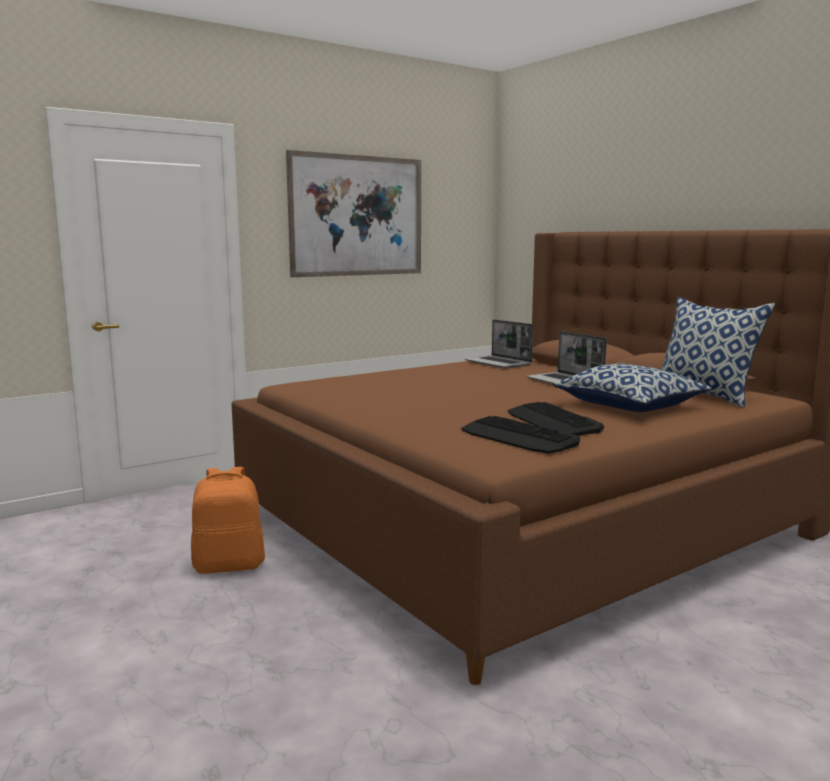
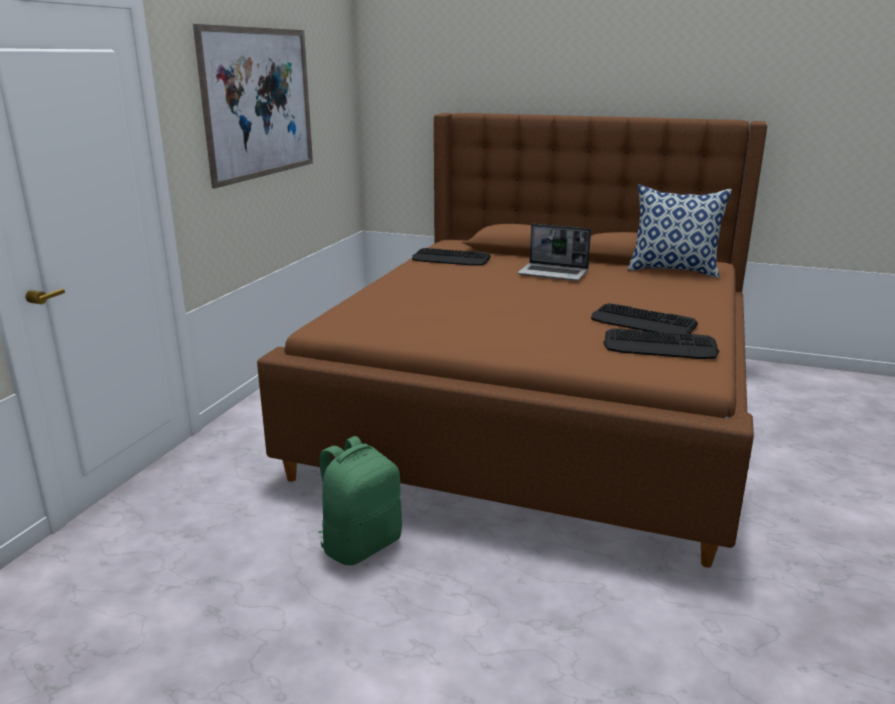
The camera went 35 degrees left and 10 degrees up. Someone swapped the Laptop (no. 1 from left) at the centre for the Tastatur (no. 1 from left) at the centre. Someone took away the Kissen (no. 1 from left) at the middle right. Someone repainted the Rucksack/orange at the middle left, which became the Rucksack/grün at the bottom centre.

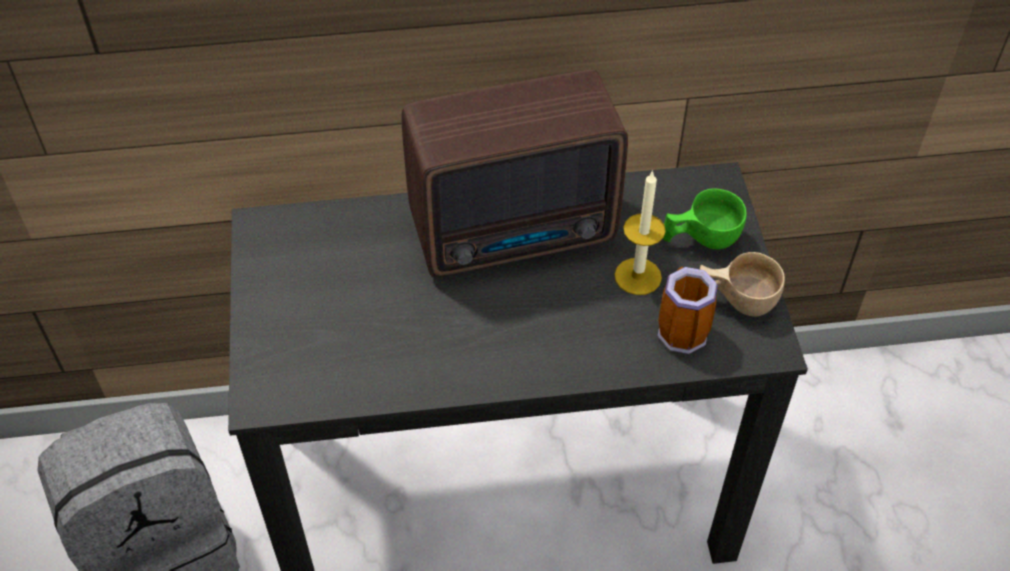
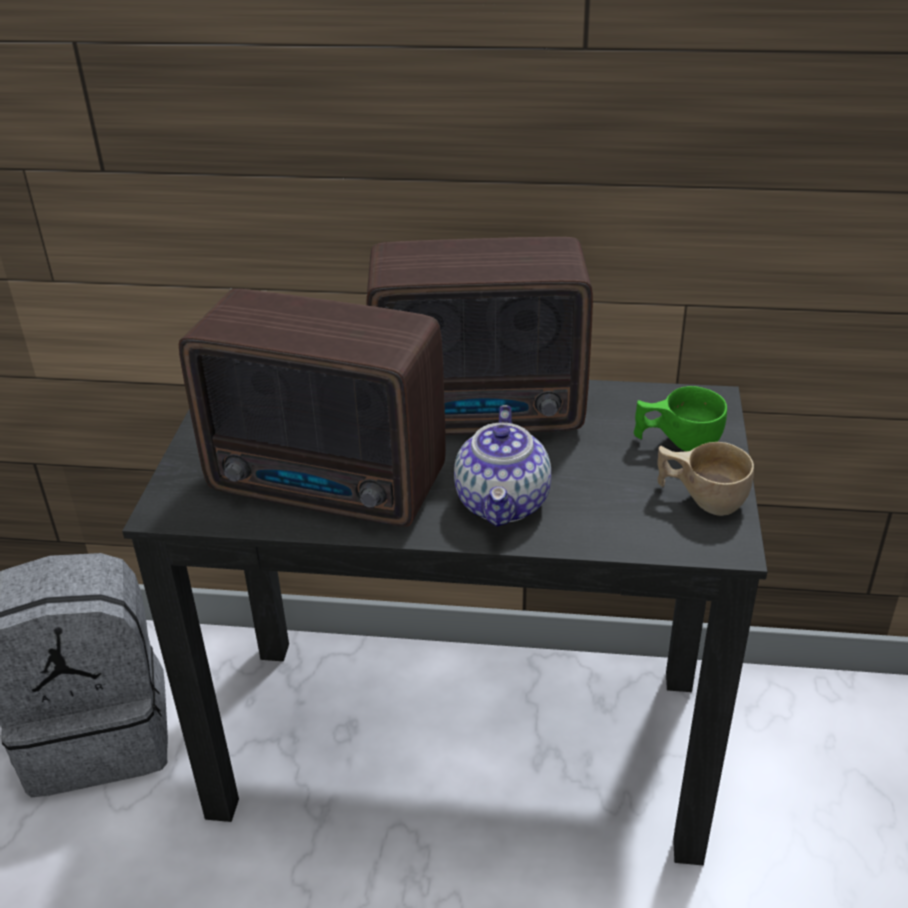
The camera went 15 degrees right and 15 degrees down. Someone took away the Kerze at the centre. Someone took away the Henkelbecher at the middle right. Someone put down the Radio (no. 1 from left) at the centre. Someone put down the Teekanne at the centre.

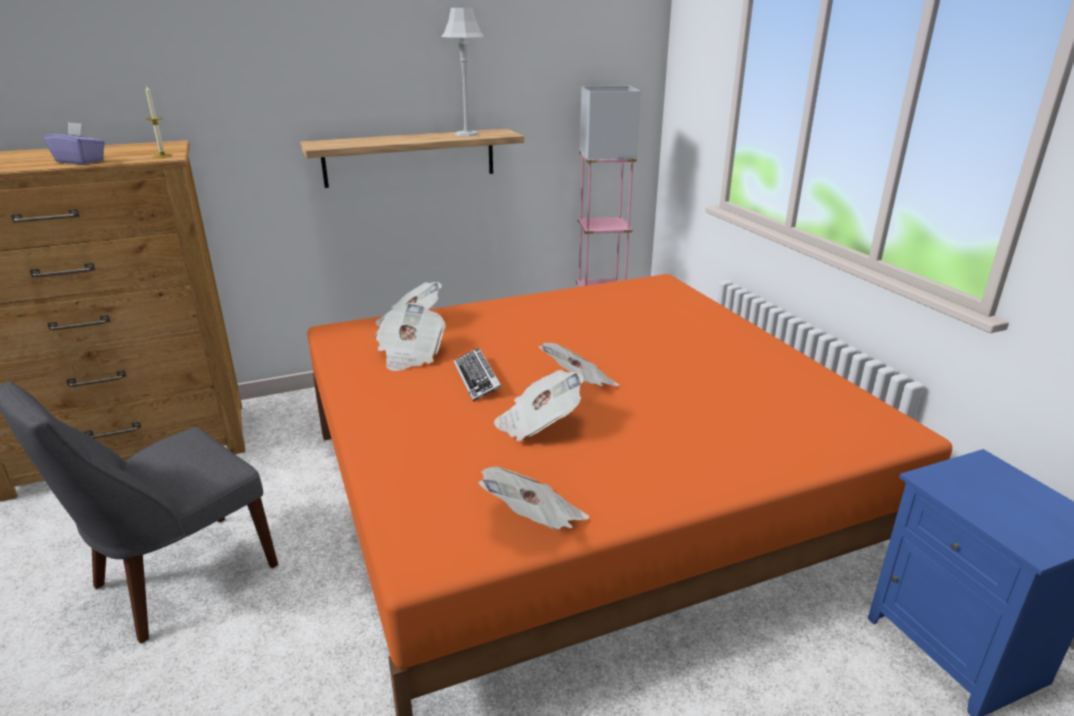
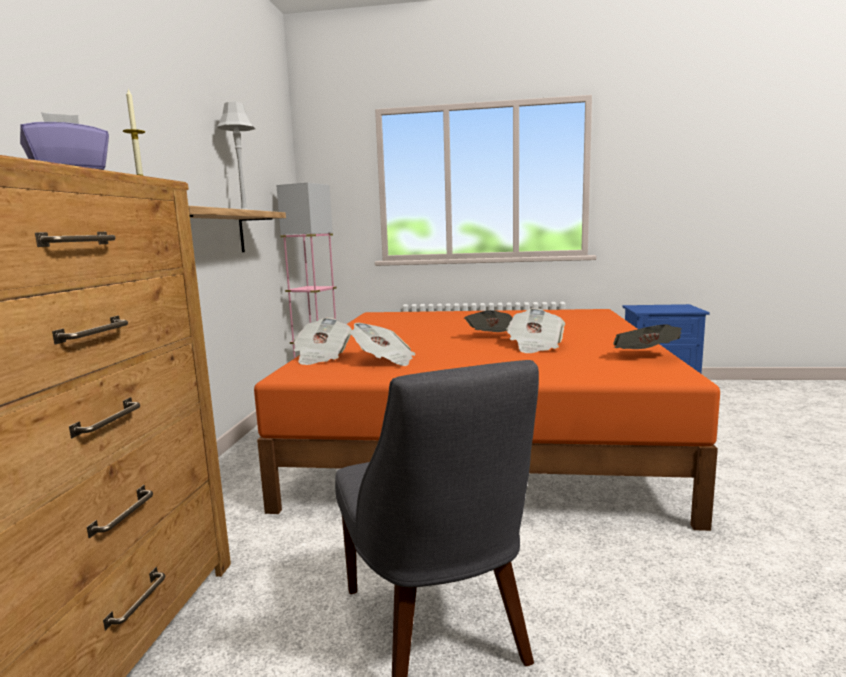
The camera went 60 degrees left and 15 degrees down. Someone took away the Tastatur at the centre.

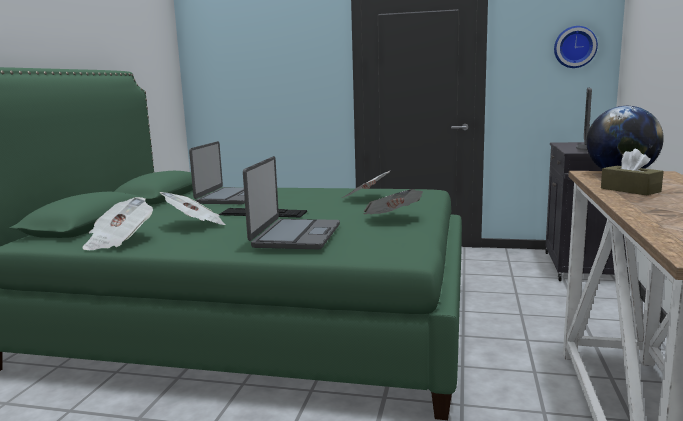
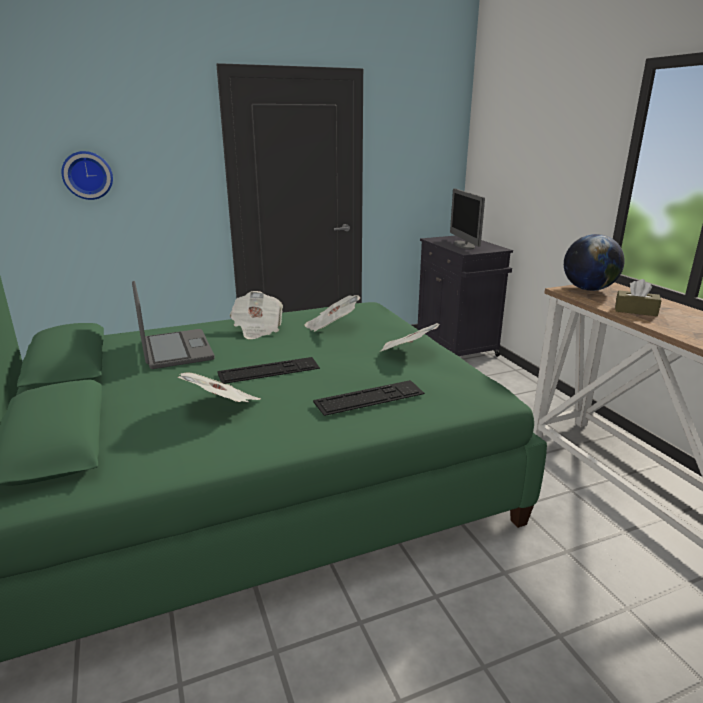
The camera went 35 degrees left and 10 degrees up. Someone carried the Wanduhr from the top right to the top left. Someone swapped the Laptop (no. 2 from left) at the centre for the Tastatur (no. 2 from left) at the centre. Someone carried the Zeitung (no. 1 from left in the first image) from the middle left to the centre.

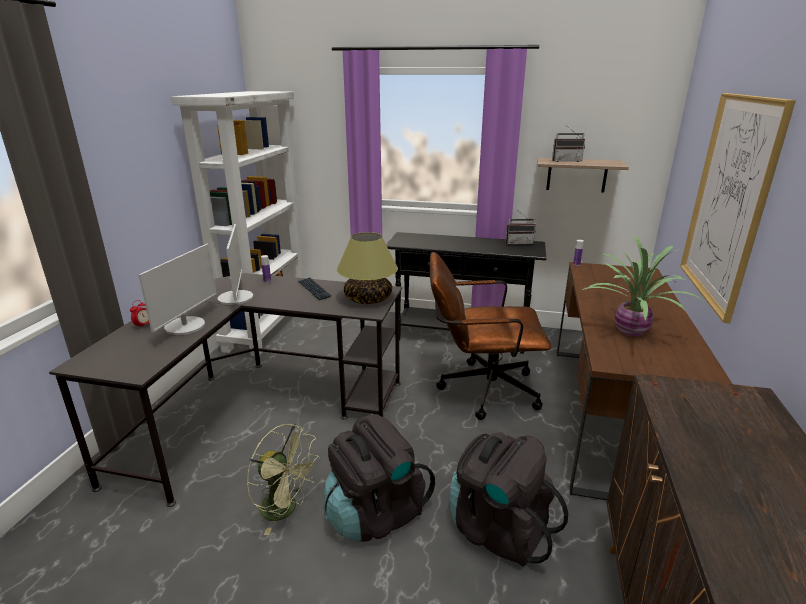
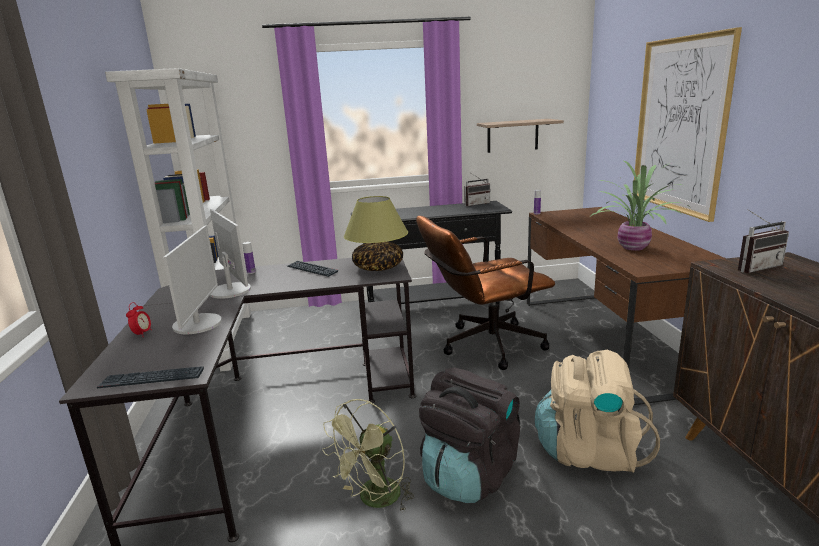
The camera went 20 degrees left and 5 degrees down. Someone carried the Radio (no. 2 from left) from the top right to the middle right. Someone rotated the Ventilator/grün at the bottom centre by 120 degrees clockwise. Someone repainted the Rucksack/schwarz (no. 2 from left) at the bottom centre, which became the Rucksack/beige at the bottom right. Someone put down the Tastatur (no. 1 from left) at the bottom left.

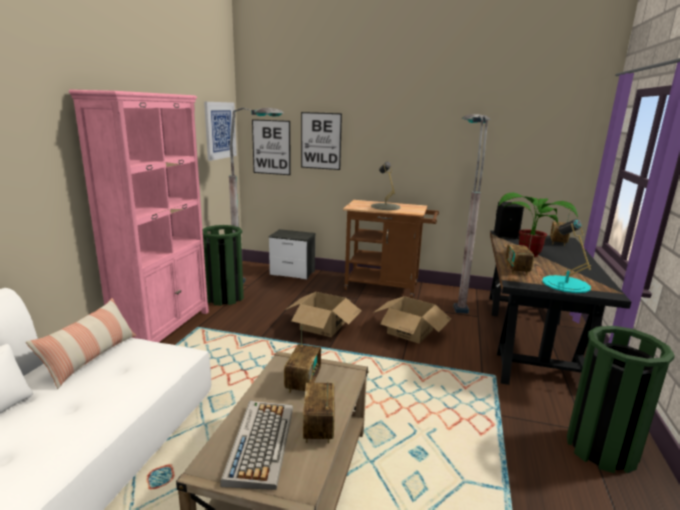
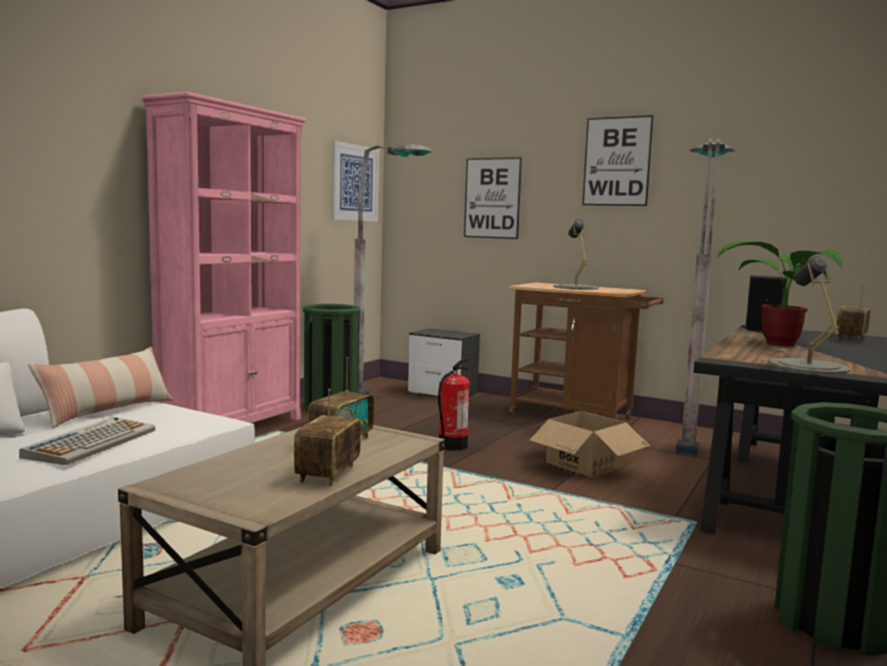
The camera went 15 degrees right and 10 degrees down. Someone carried the Bild (no. 2 from left in the first image) from the top centre to the top right. Someone repainted the Tischlampe/türkis at the middle right, which became the Tischlampe/grau (no. 2 from left) at the middle right. Someone took away the Radio (no. 3 from left) at the middle right. Someone swapped the Karton (no. 1 from left) at the centre for the Feuerlöscher at the centre. Someone carried the Tastatur from the bottom centre to the middle left.

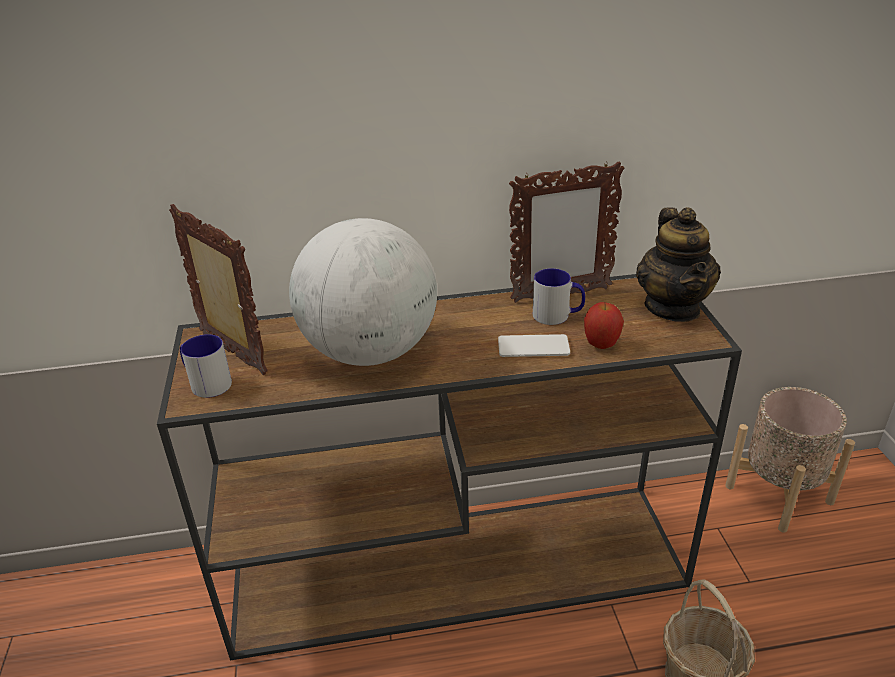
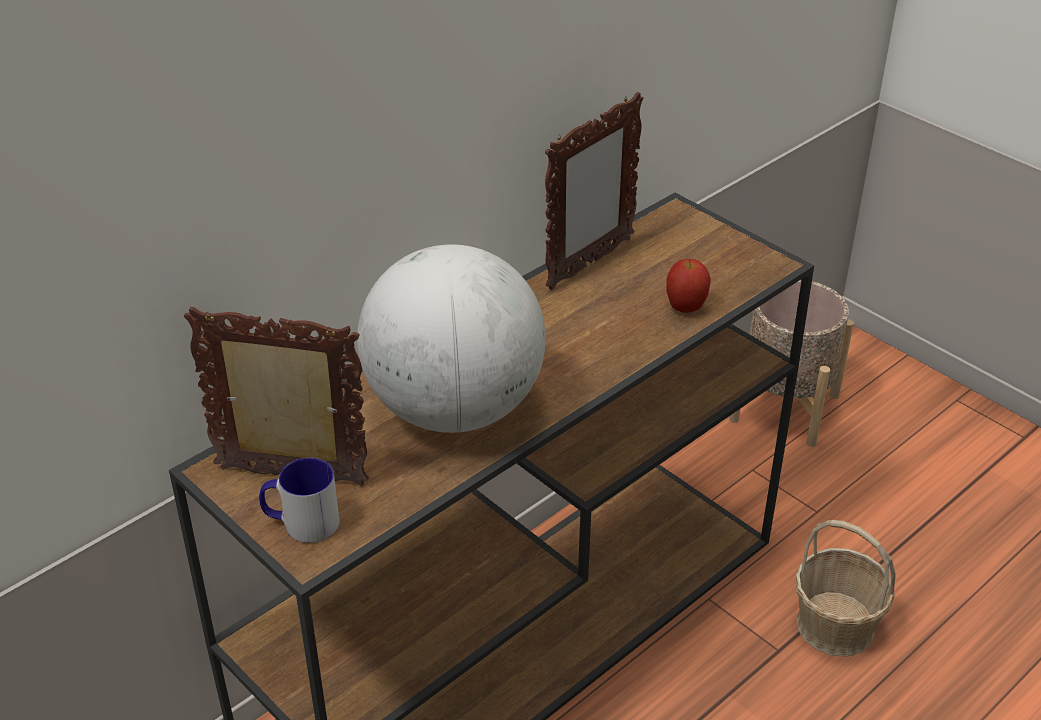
The camera went 35 degrees left and 5 degrees up. Someone took away the Teekanne at the middle right. Someone took away the Henkelbecher (no. 2 from left) at the centre. Someone took away the Handy at the centre.

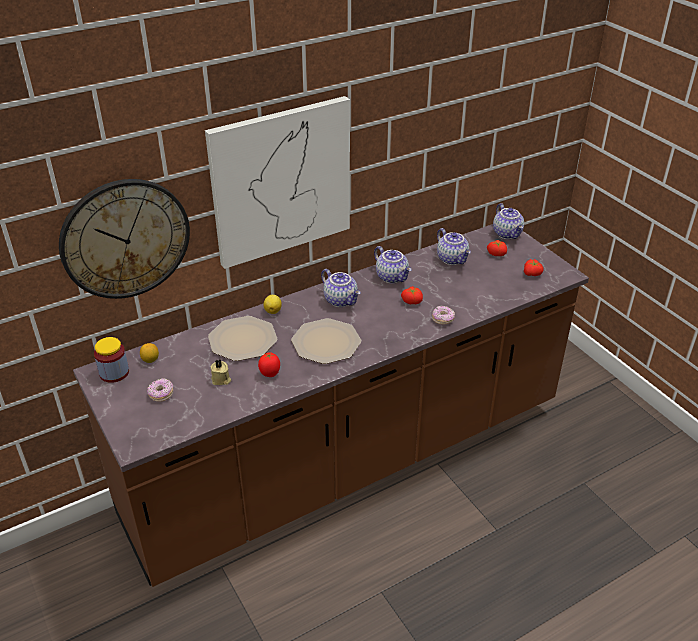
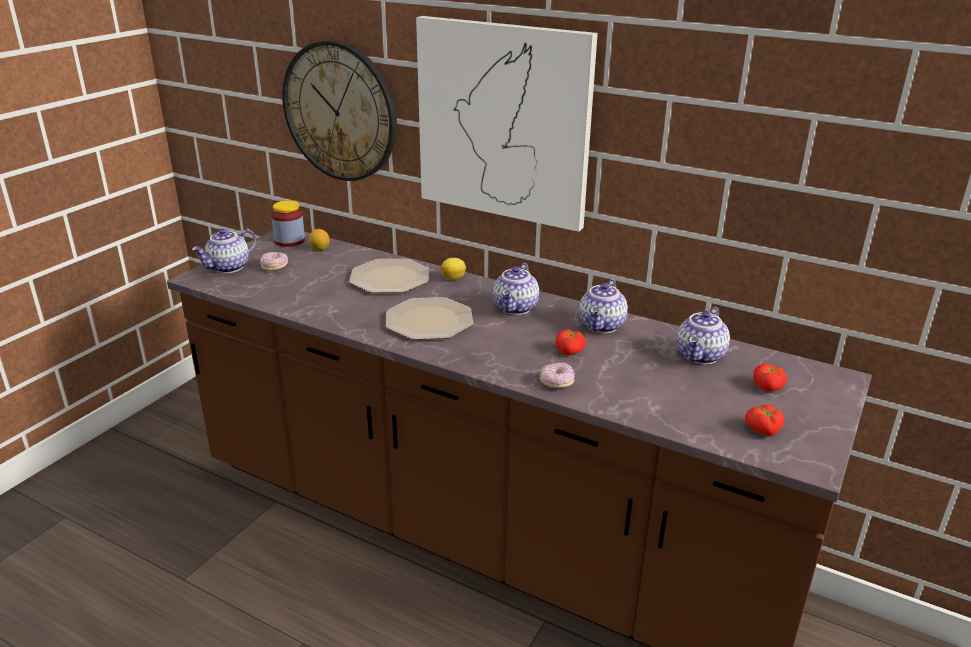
The camera went 60 degrees right and 10 degrees down. Someone carried the Teekanne (no. 4 from left in the first image) from the middle right to the middle left. Someone took away the Tomate (no. 1 from left) at the centre. Someone took away the Kerze/beige at the middle left.

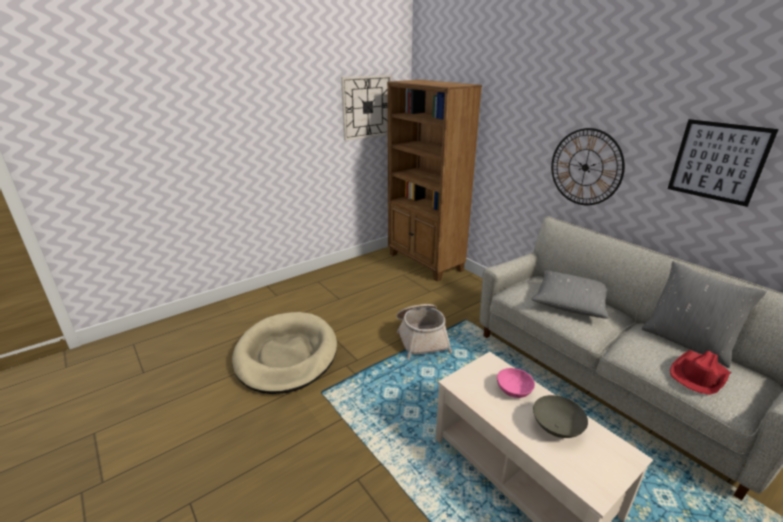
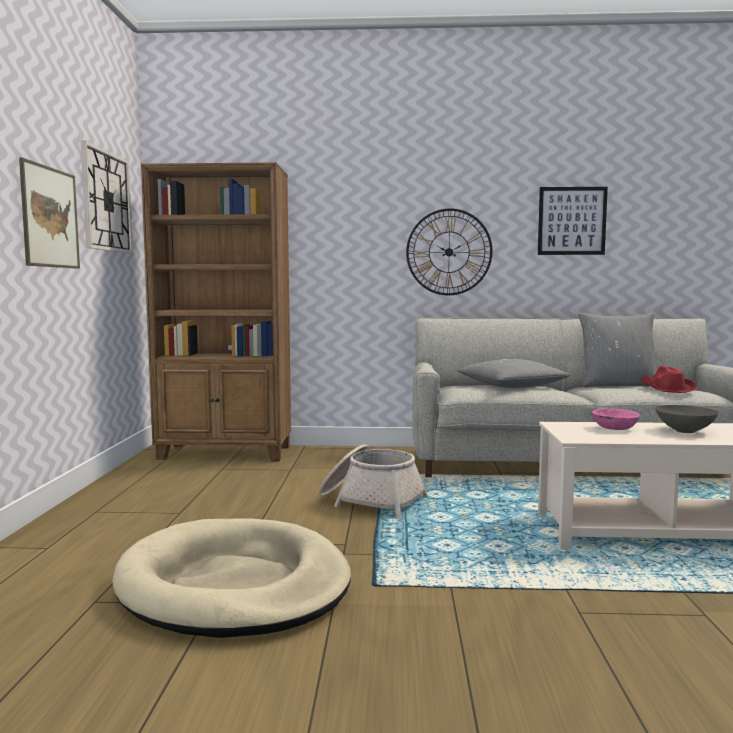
The camera went 50 degrees left and 20 degrees down. Someone put up the Bild (no. 1 from left) at the top left.

